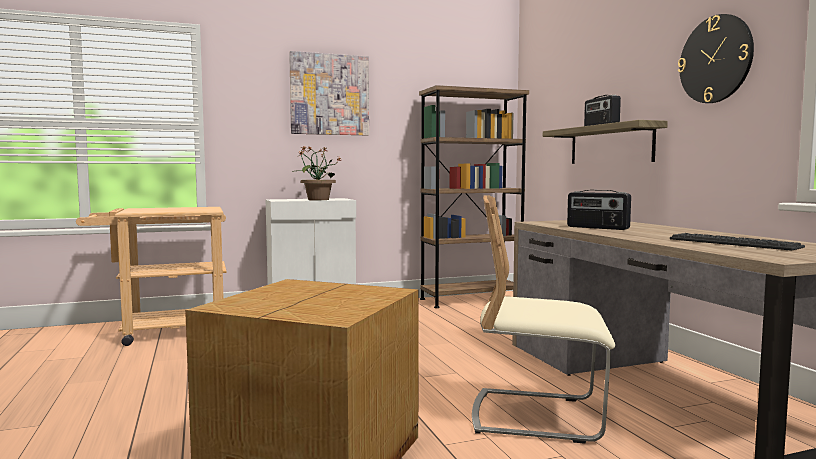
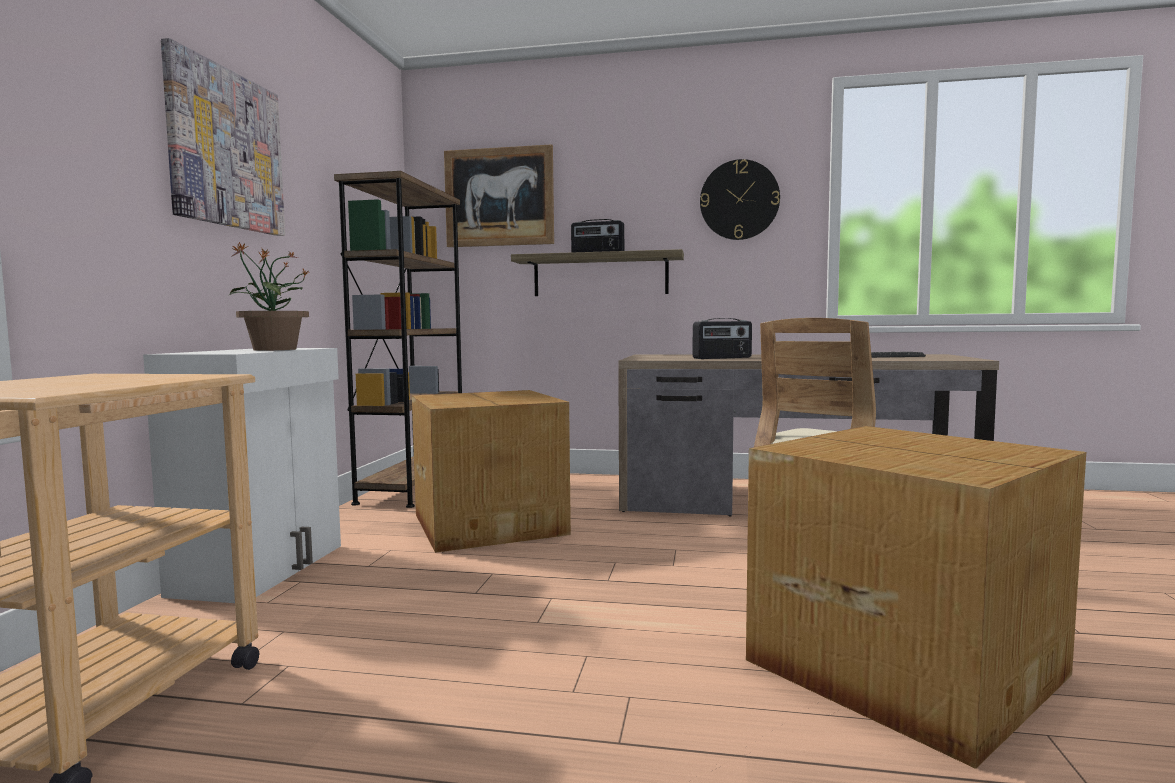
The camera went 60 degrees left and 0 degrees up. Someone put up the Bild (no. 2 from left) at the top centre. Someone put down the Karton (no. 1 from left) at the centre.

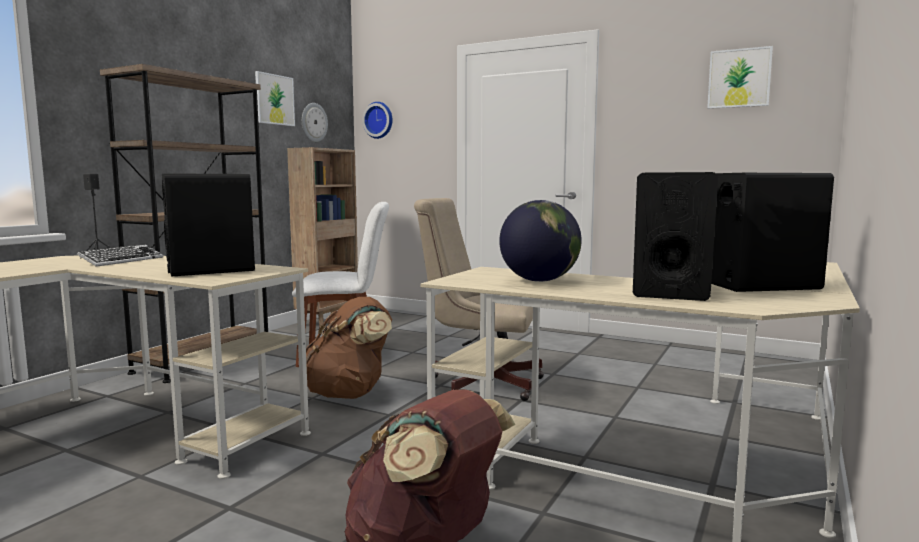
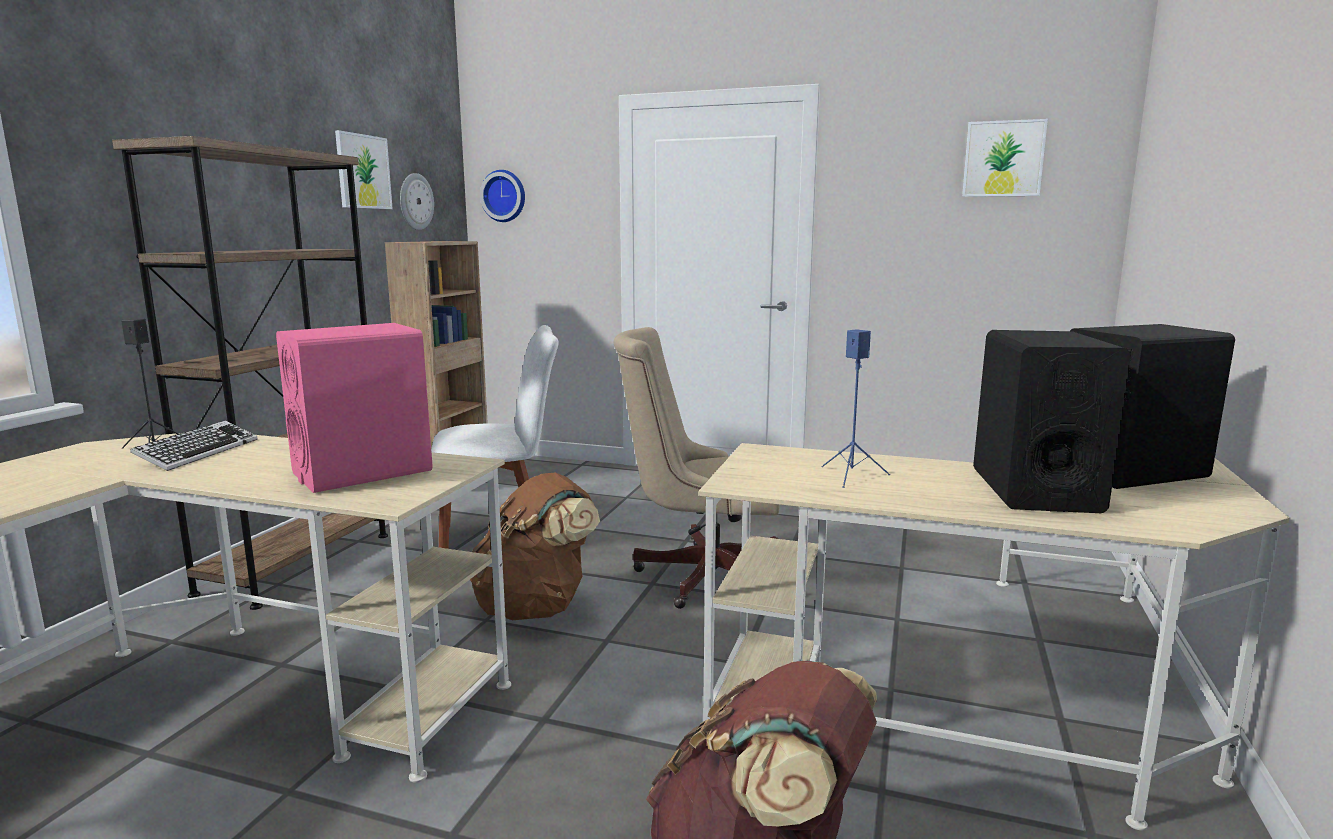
The camera went 10 degrees left and 5 degrees up. Someone repainted the Lautsprecher/schwarz (no. 2 from left) at the middle left, which became the Lautsprecher/rosa at the middle left. Someone swapped the Globus at the centre for the Lautsprecher/blau at the centre.

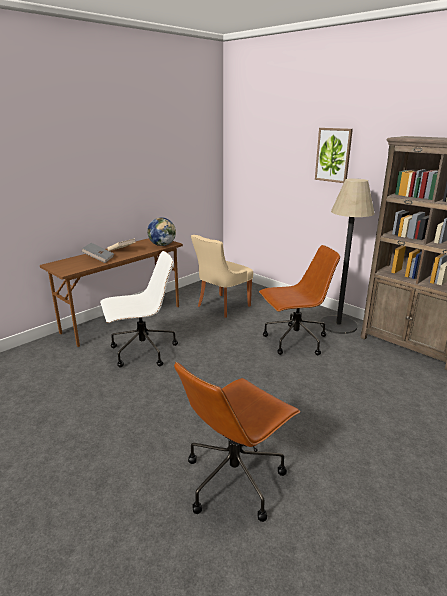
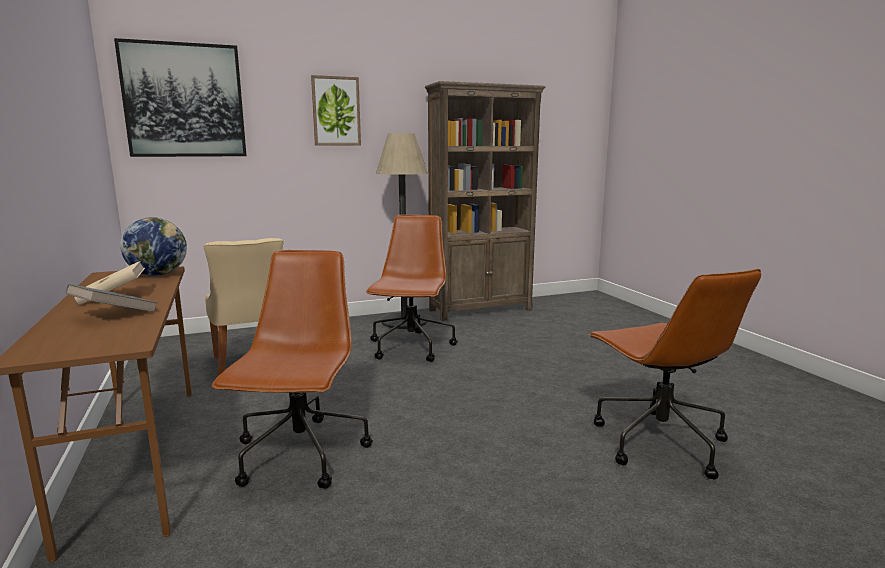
The camera went 65 degrees left and 10 degrees down. Someone repainted the Bürostuhl/weiß at the middle left, which became the Bürostuhl/braun (no. 1 from left) at the middle left. Someone put up the Bild (no. 1 from left) at the top left.

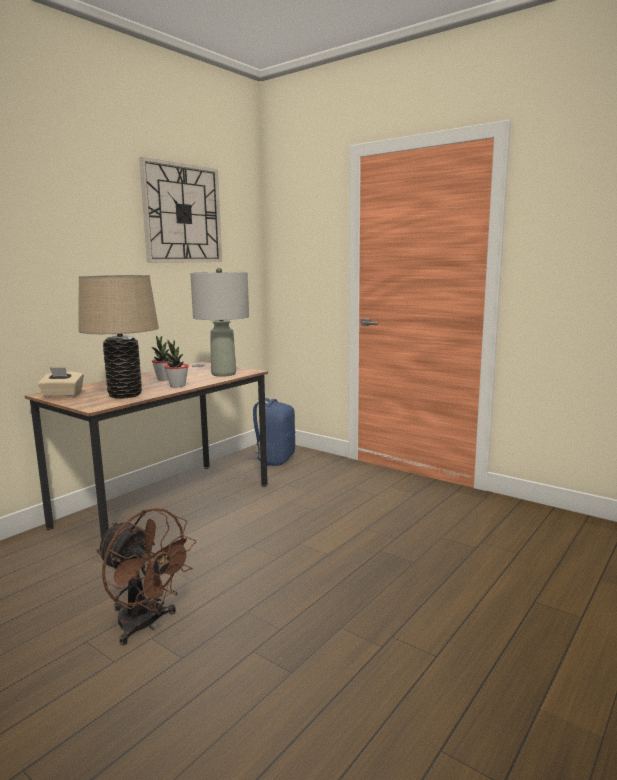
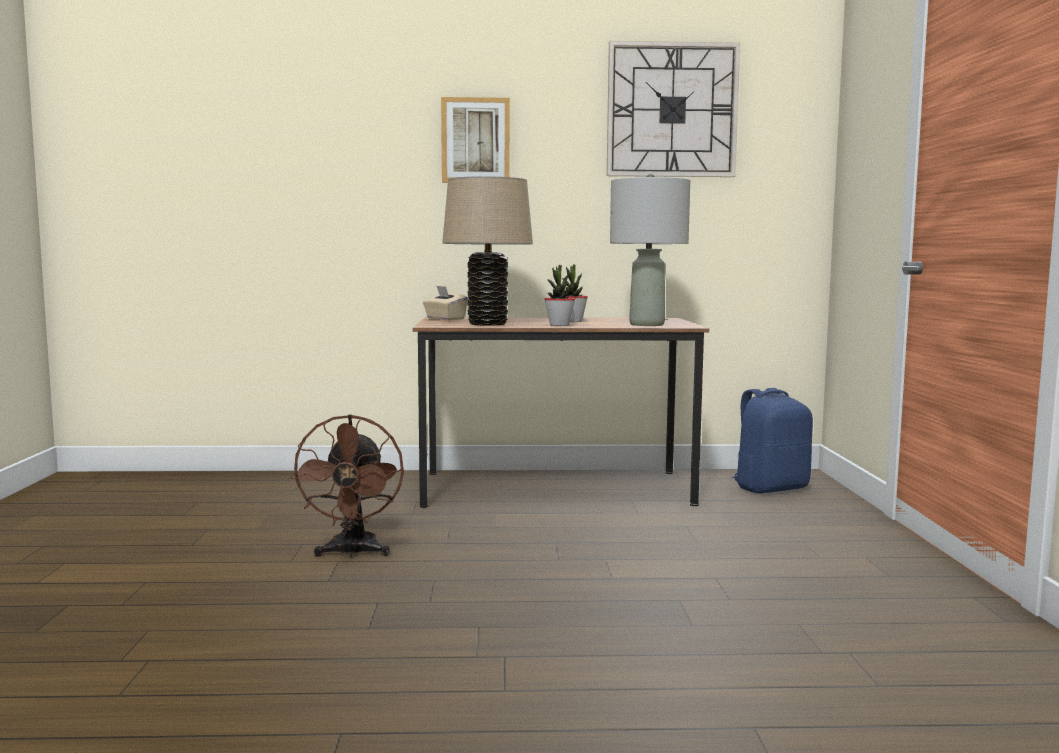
The camera went 50 degrees right and 5 degrees down. Someone put up the Bild at the top centre.

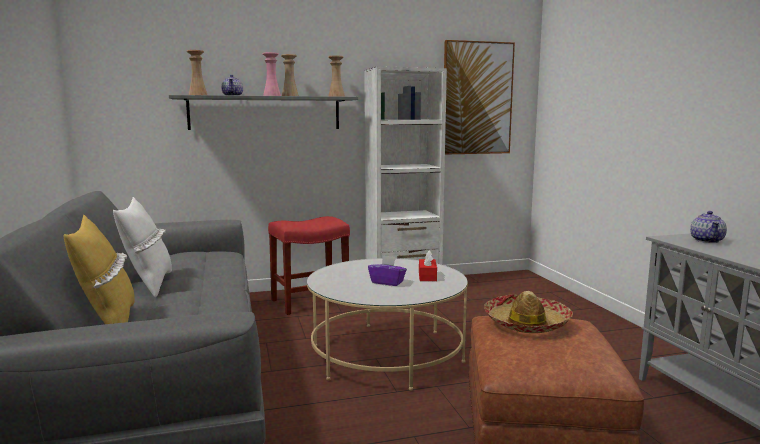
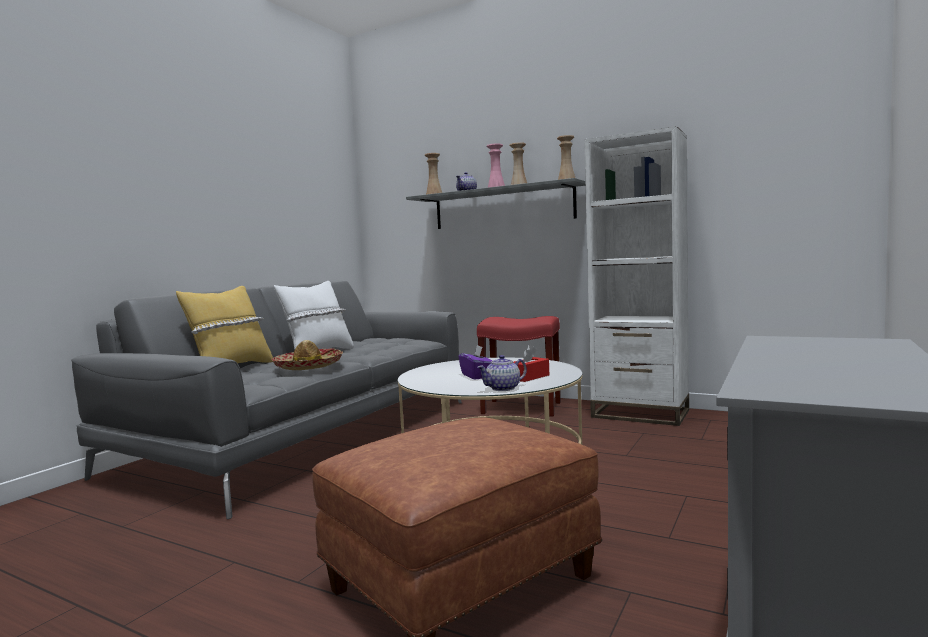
The camera went 45 degrees right and 5 degrees down. Someone took away the Bild at the top centre. Someone carried the Teekanne (no. 2 from left) from the middle right to the centre. Someone carried the Hut from the bottom right to the middle left.

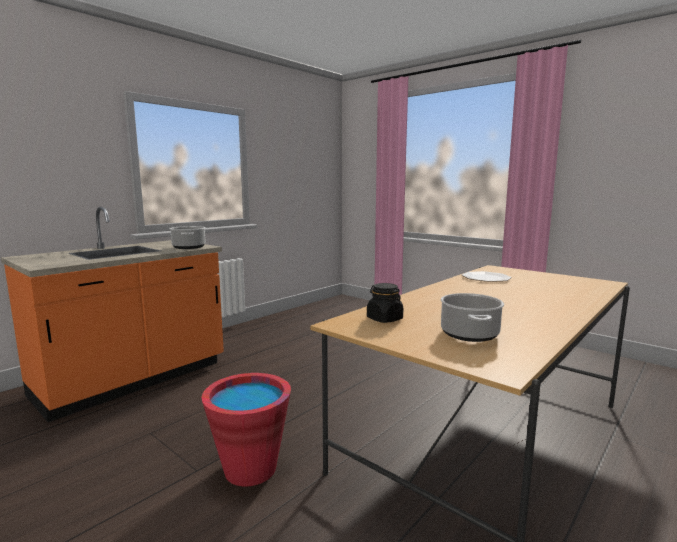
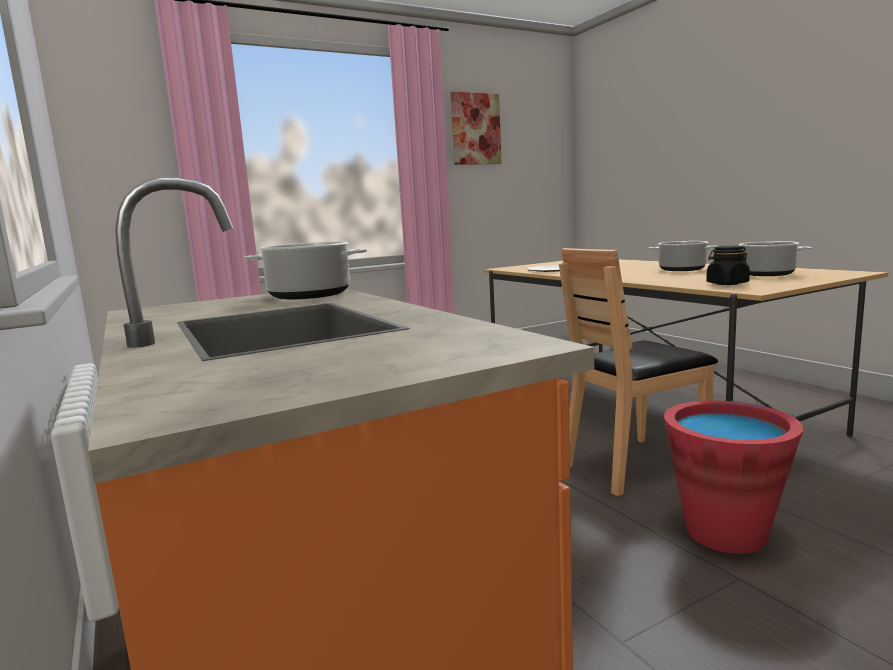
The camera went 70 degrees left and 0 degrees up. Someone put up the Bild at the top centre. Someone put down the Kochtopf (no. 2 from left) at the middle right. Someone put down the Stuhl/braun at the middle right.

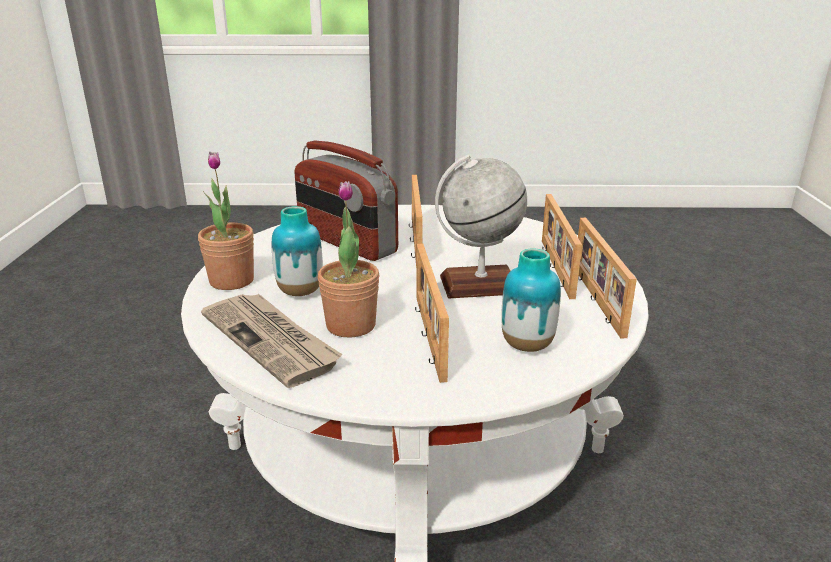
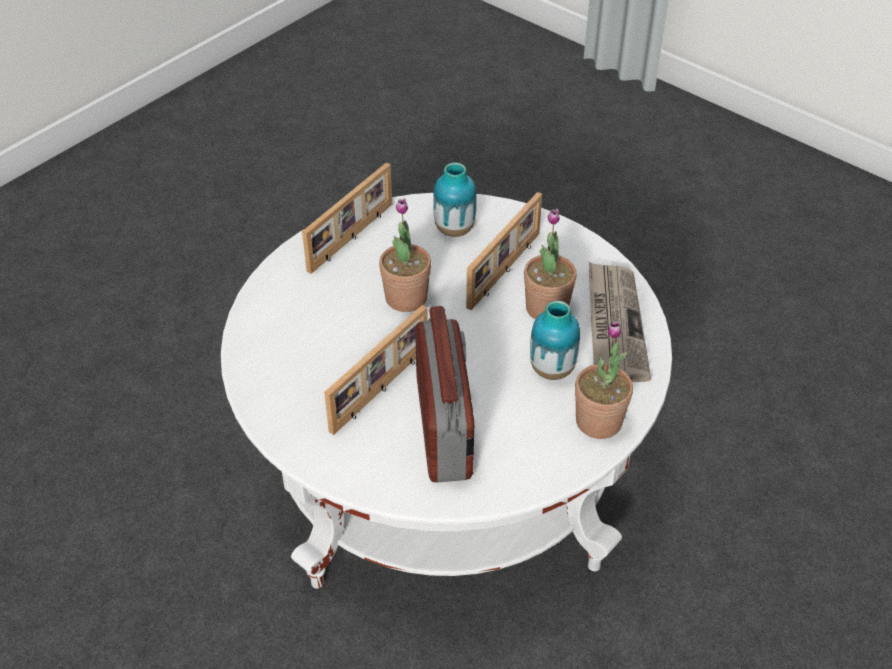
The camera went 140 degrees left and 20 degrees up. Someone swapped the Globus at the centre for the Topfpflanze (no. 1 from left) at the centre. Someone took away the Bilderrahmen (no. 3 from left) at the middle right.

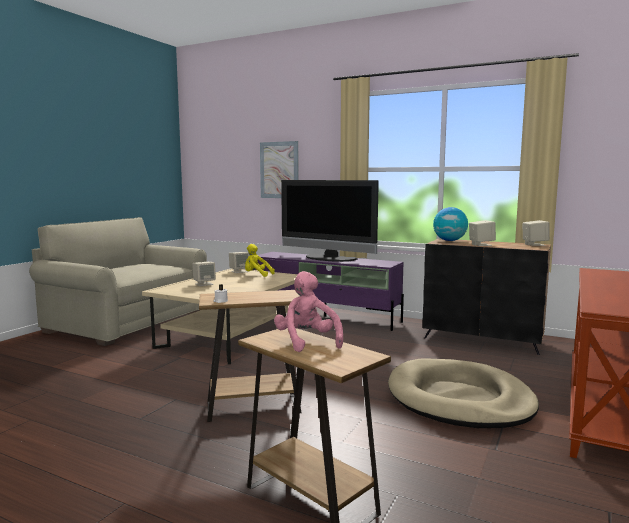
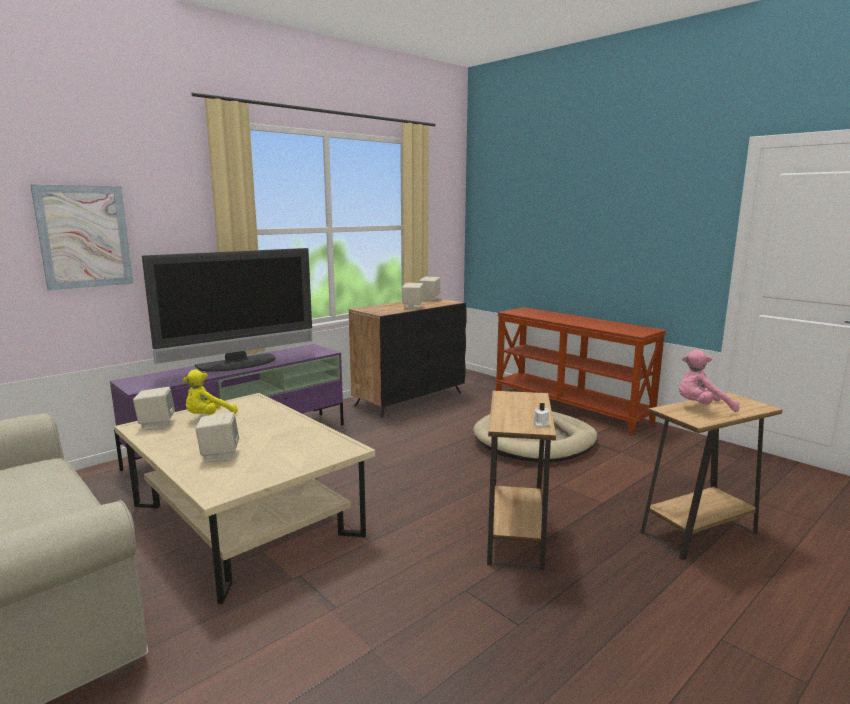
The camera went 70 degrees left and 5 degrees up. Someone took away the Globus at the middle right.

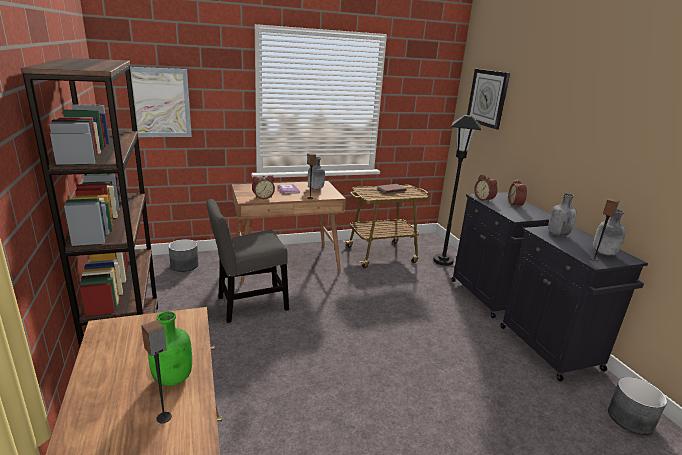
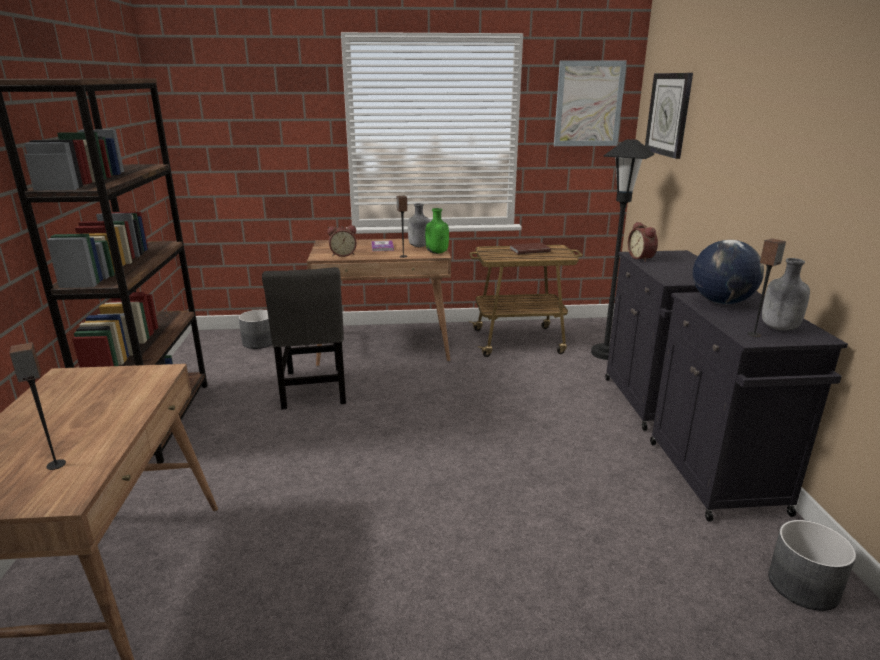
The camera went 15 degrees right and 0 degrees up. Someone carried the Bild from the top left to the top right. Someone took away the Wecker (no. 3 from left) at the middle right. Someone swapped the Flasche/grau (no. 2 from left) at the middle right for the Globus at the middle right. Someone rotated the Stuhl/grau at the centre by 90 degrees counterclockwise. Someone carried the Flasche/grün from the bottom left to the centre.

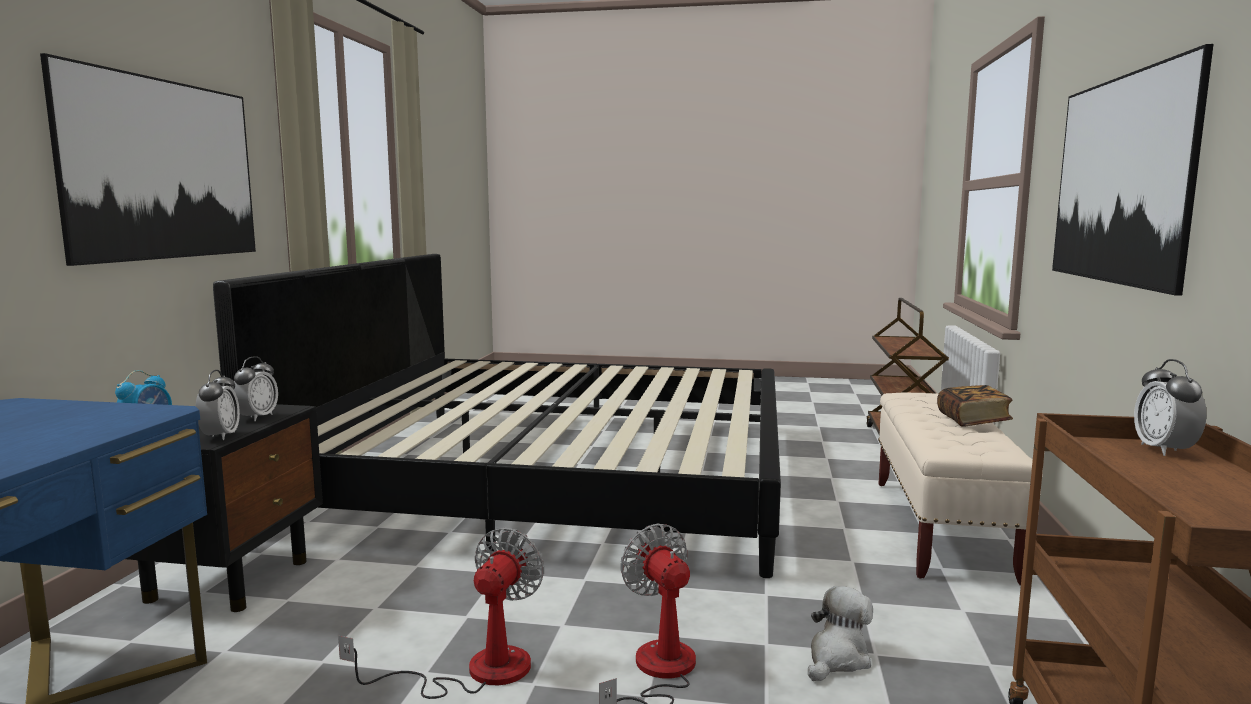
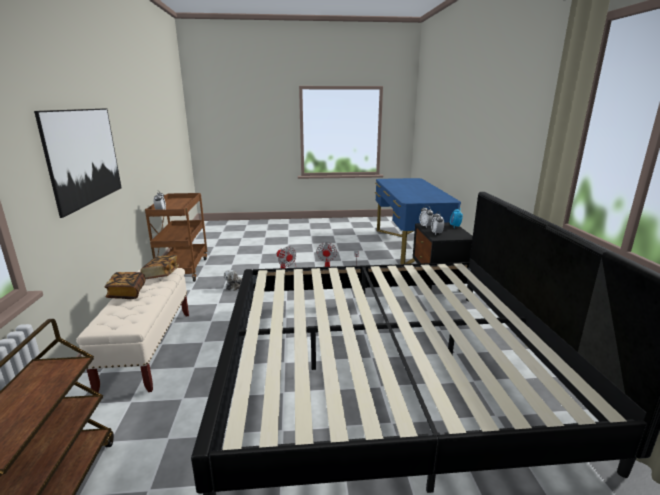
The camera went 165 degrees right and 10 degrees up. Someone took away the Bild (no. 1 from left) at the top left. Someone put down the Buch (no. 2 from left) at the middle left.

